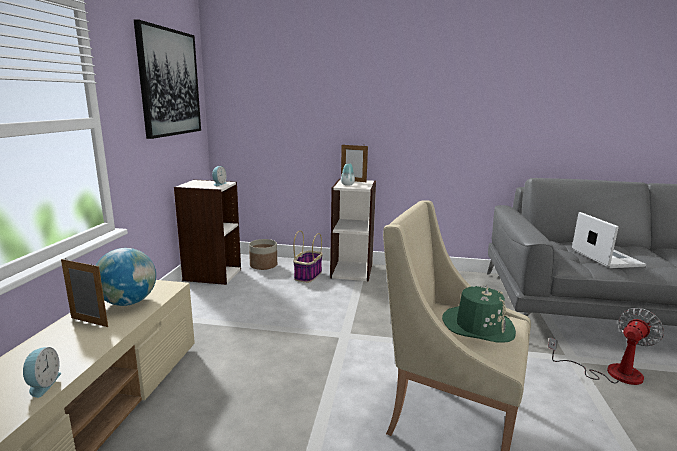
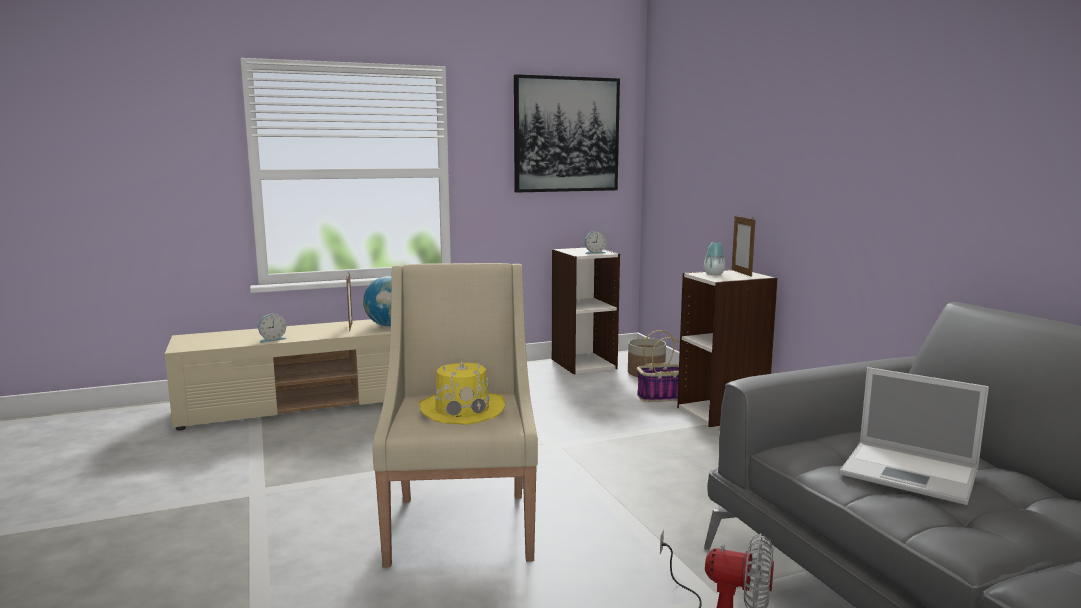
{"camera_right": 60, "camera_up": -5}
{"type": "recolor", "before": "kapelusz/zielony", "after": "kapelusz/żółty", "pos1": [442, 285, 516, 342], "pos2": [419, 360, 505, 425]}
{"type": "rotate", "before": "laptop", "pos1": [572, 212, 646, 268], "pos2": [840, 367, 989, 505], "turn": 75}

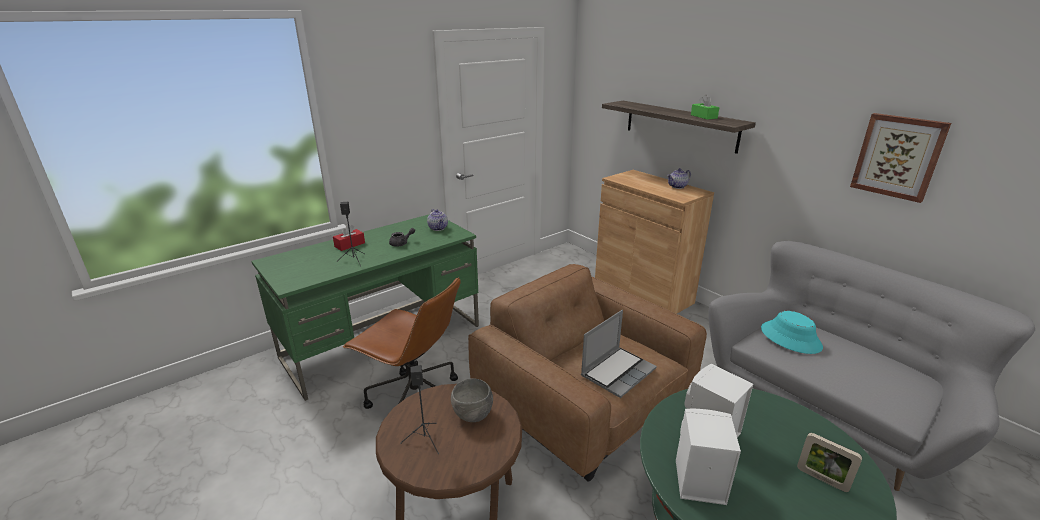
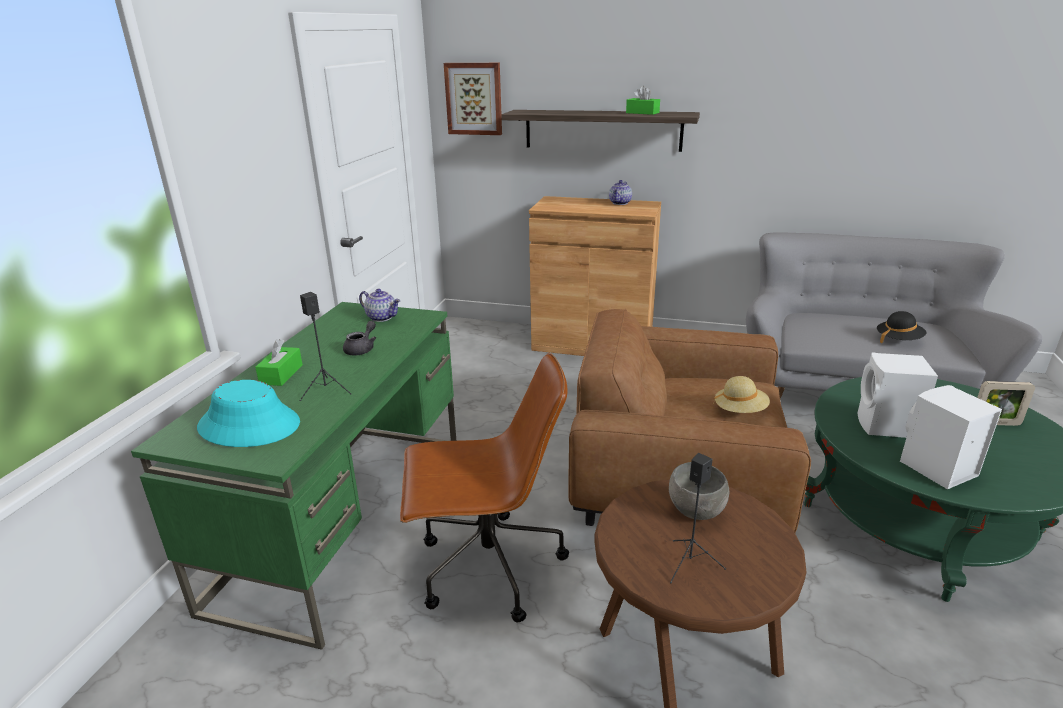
{"camera_right": -35, "camera_up": 0}
{"type": "move", "before": "kapelusz/turkusowy", "pos1": [761, 311, 823, 354], "pos2": [197, 380, 300, 447]}
{"type": "recolor", "before": "pudełko chusteczek/czerwony", "after": "pudełko chusteczek/zielony", "pos1": [333, 224, 365, 251], "pos2": [255, 339, 303, 386]}
{"type": "move", "before": "obraz", "pos1": [850, 113, 951, 203], "pos2": [444, 63, 502, 135]}
{"type": "replace", "before": "laptop", "after": "kapelusz/beżowy", "pos1": [581, 310, 657, 398], "pos2": [713, 376, 770, 413]}
{"type": "insert", "after": "kapelusz/czarny", "pos2": [877, 311, 926, 344]}

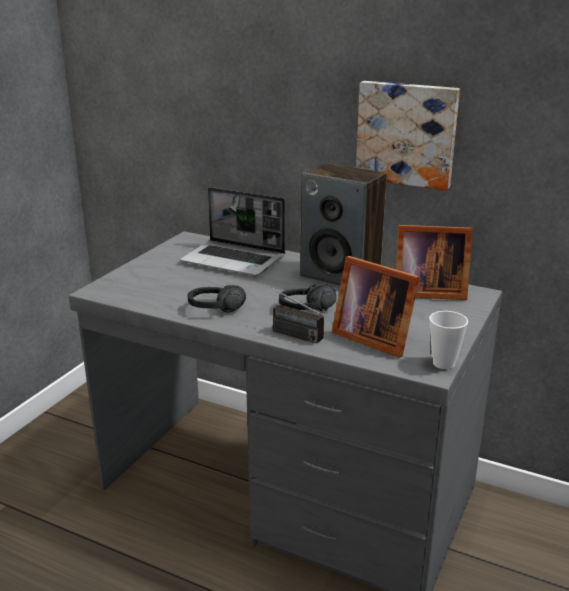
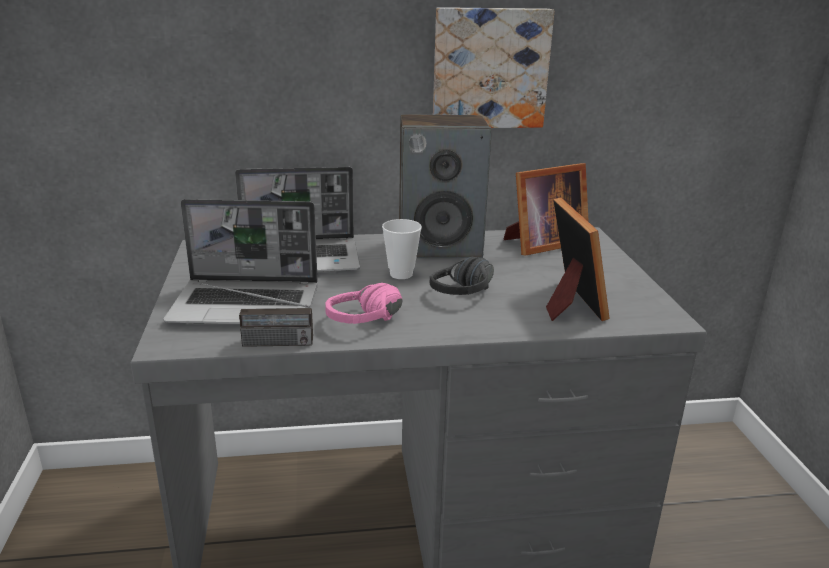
{"camera_right": -35, "camera_up": 0}
{"type": "insert", "after": "laptop", "pos2": [163, 199, 318, 324]}
{"type": "move", "before": "radio", "pos1": [255, 280, 324, 344], "pos2": [200, 283, 313, 347]}
{"type": "recolor", "before": "słuchawki/czarny", "after": "słuchawki/różowy", "pos1": [188, 285, 246, 312], "pos2": [325, 283, 403, 324]}
{"type": "move", "before": "filiżanka", "pos1": [429, 311, 468, 369], "pos2": [382, 219, 422, 279]}
{"type": "rotate", "before": "ramka na zdjęcie", "pos1": [332, 256, 420, 358], "pos2": [546, 197, 610, 321], "turn": -105}

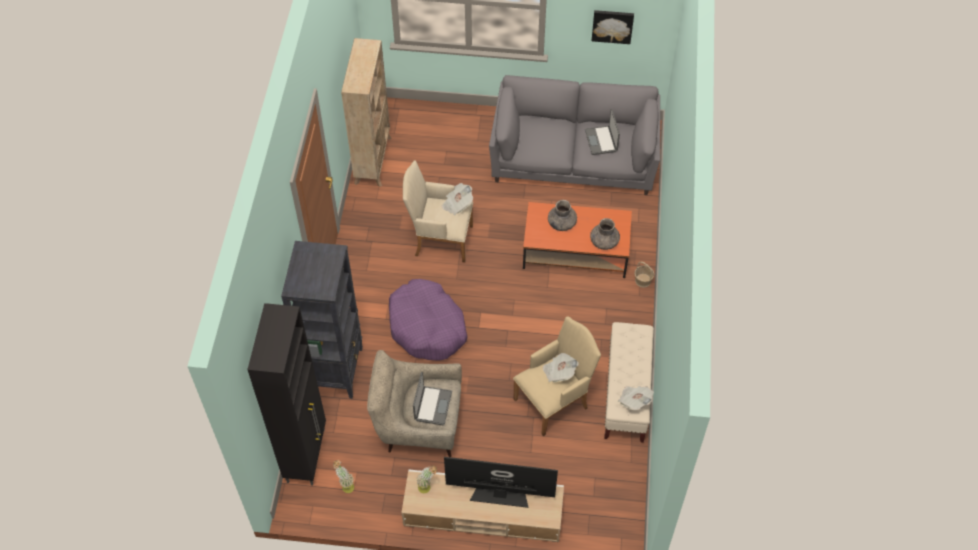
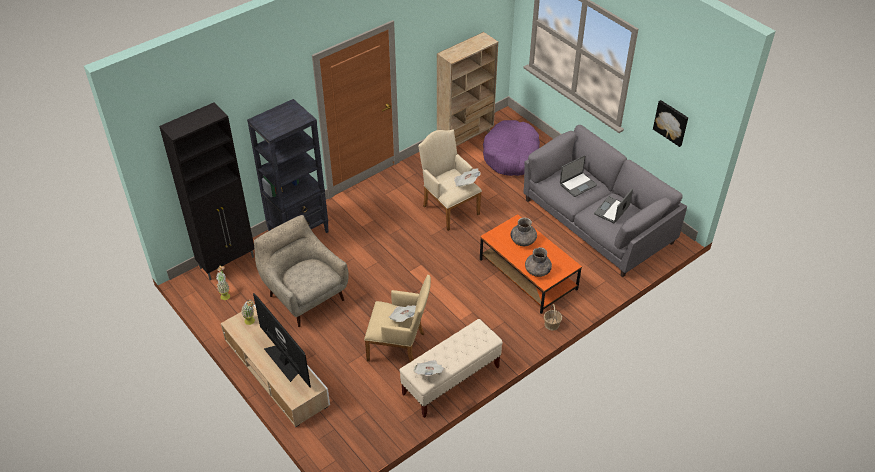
{"camera_right": 45, "camera_up": -10}
{"type": "move", "before": "legowisko/fioletowy", "pos1": [389, 279, 468, 361], "pos2": [483, 120, 540, 176]}
{"type": "move", "before": "laptop", "pos1": [413, 372, 452, 425], "pos2": [560, 155, 597, 197]}

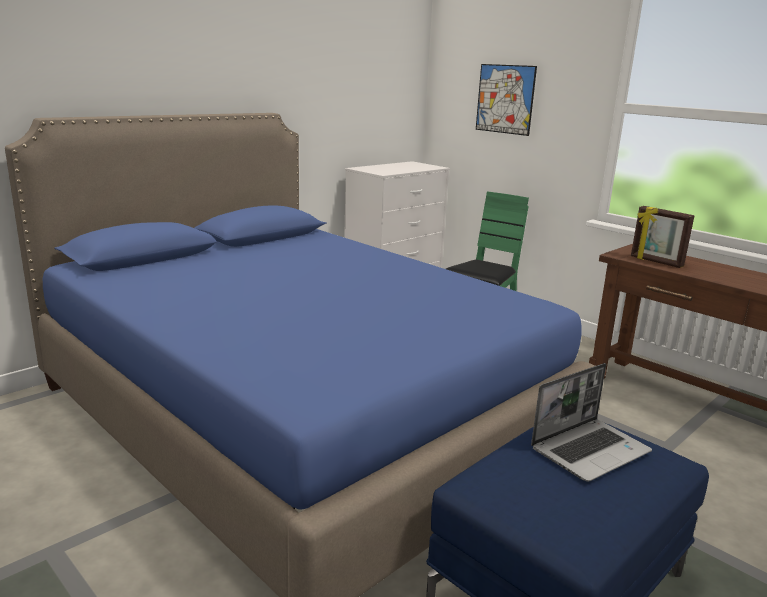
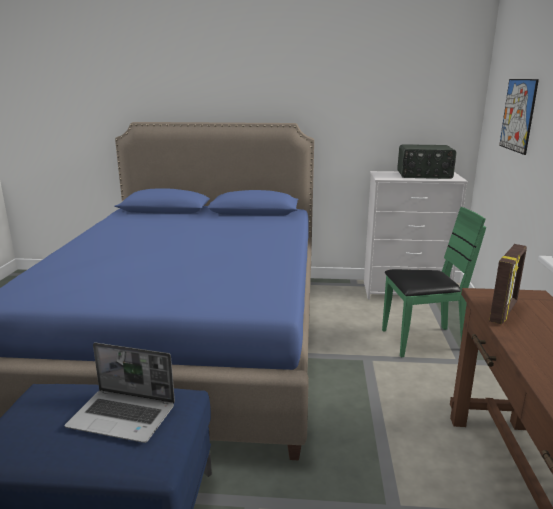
{"camera_right": 50, "camera_up": 0}
{"type": "insert", "after": "radio", "pos2": [397, 144, 456, 179]}
{"type": "rotate", "before": "ramka na zdjęcie", "pos1": [631, 206, 695, 268], "pos2": [489, 244, 527, 324], "turn": -150}

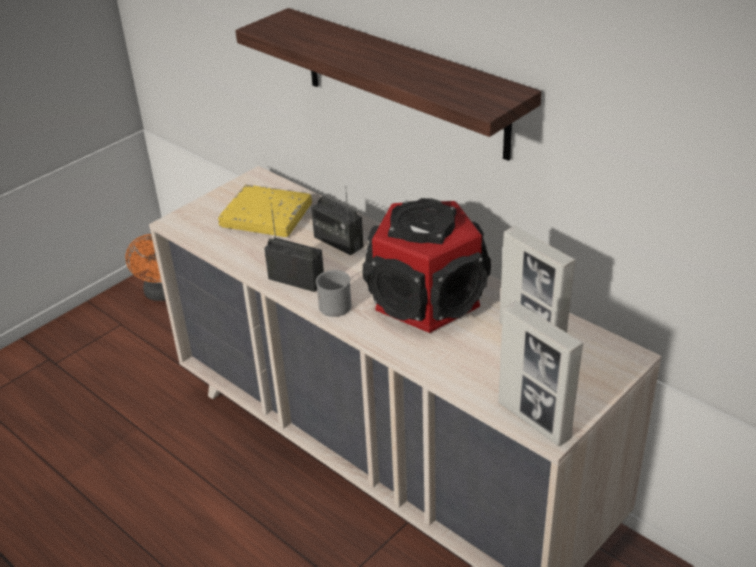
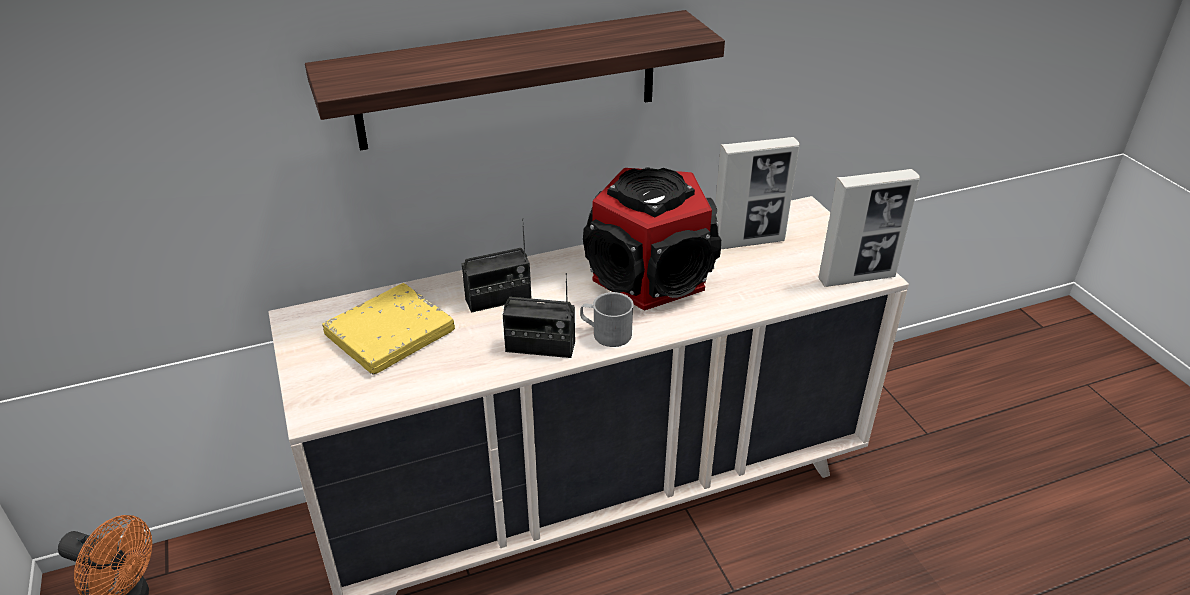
{"camera_right": -65, "camera_up": 0}
{"type": "rotate", "before": "radio", "pos1": [264, 203, 324, 292], "pos2": [503, 273, 575, 358], "turn": -135}

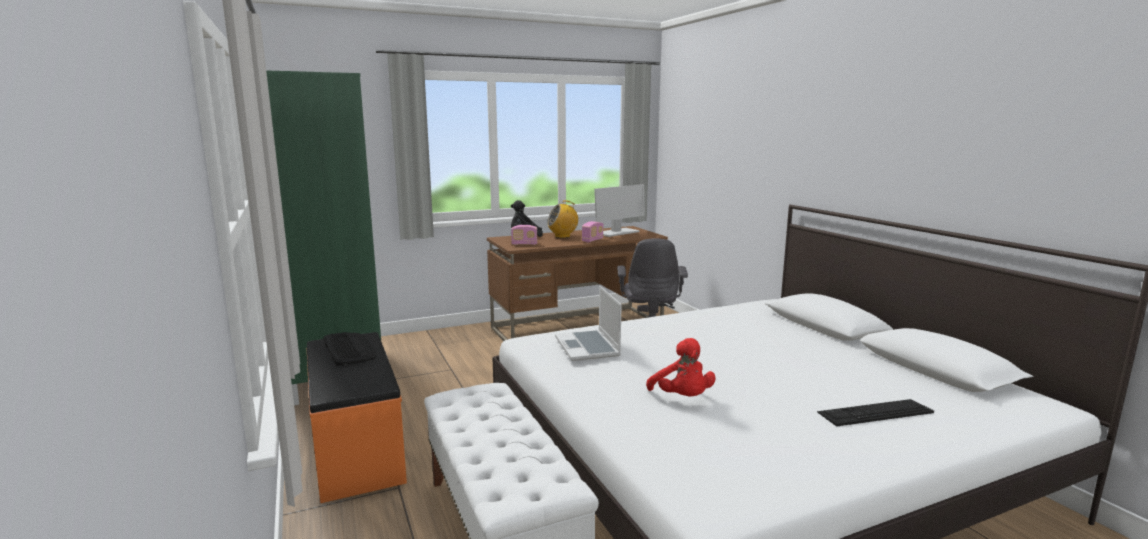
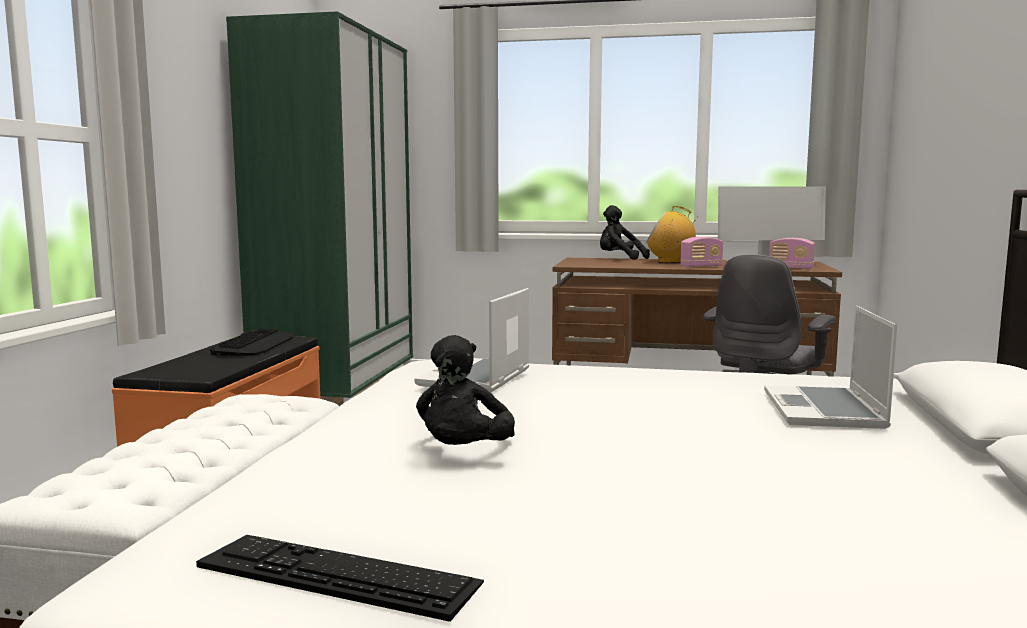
{"camera_right": 35, "camera_up": -5}
{"type": "move", "before": "klawiatura", "pos1": [817, 399, 934, 427], "pos2": [196, 535, 484, 622]}
{"type": "recolor", "before": "pluszak/czerwony", "after": "pluszak/czarny", "pos1": [646, 338, 716, 397], "pos2": [416, 335, 515, 445]}
{"type": "insert", "after": "laptop", "pos2": [764, 305, 897, 429]}
{"type": "move", "before": "radio", "pos1": [511, 225, 537, 245], "pos2": [769, 238, 815, 270]}

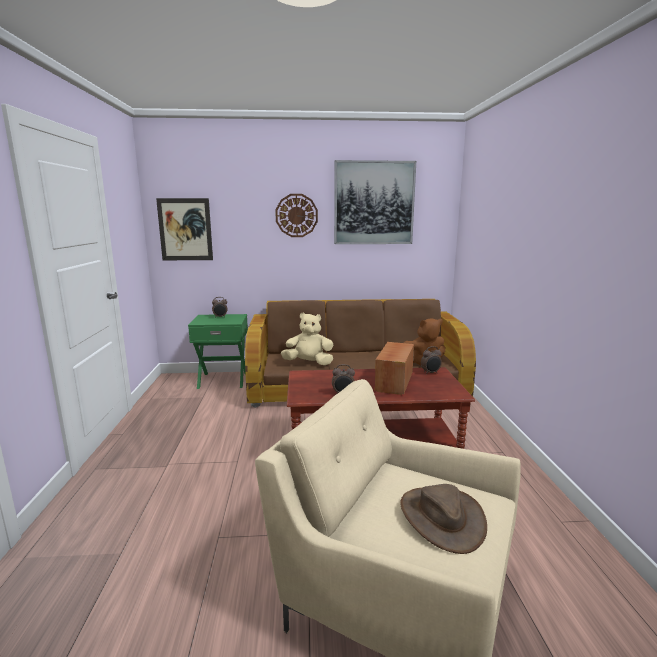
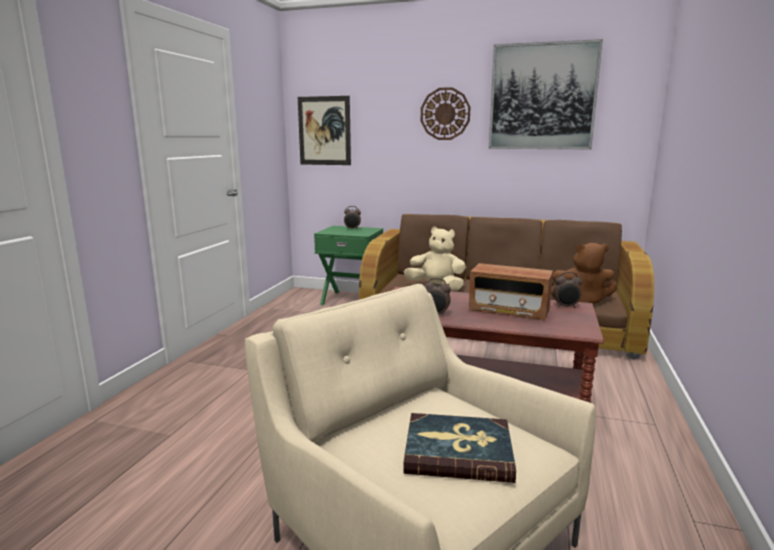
{"camera_right": 20, "camera_up": 0}
{"type": "replace", "before": "kapelusz/brązowy", "after": "książka", "pos1": [400, 484, 487, 554], "pos2": [403, 413, 516, 483]}
{"type": "rotate", "before": "radio", "pos1": [375, 342, 414, 395], "pos2": [469, 263, 553, 320], "turn": -105}

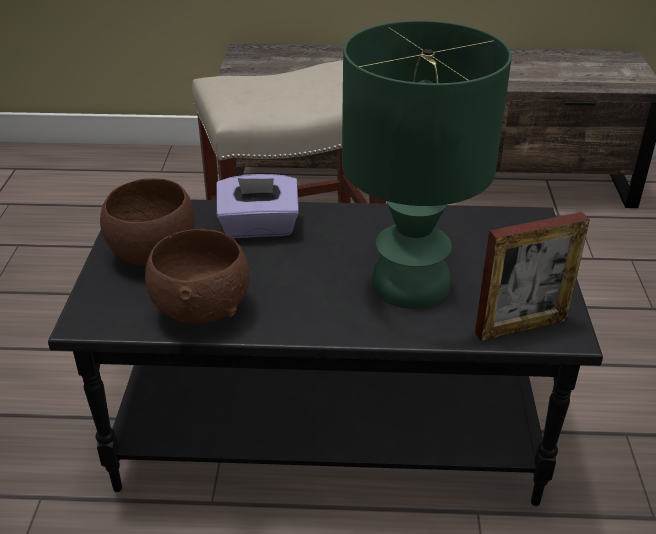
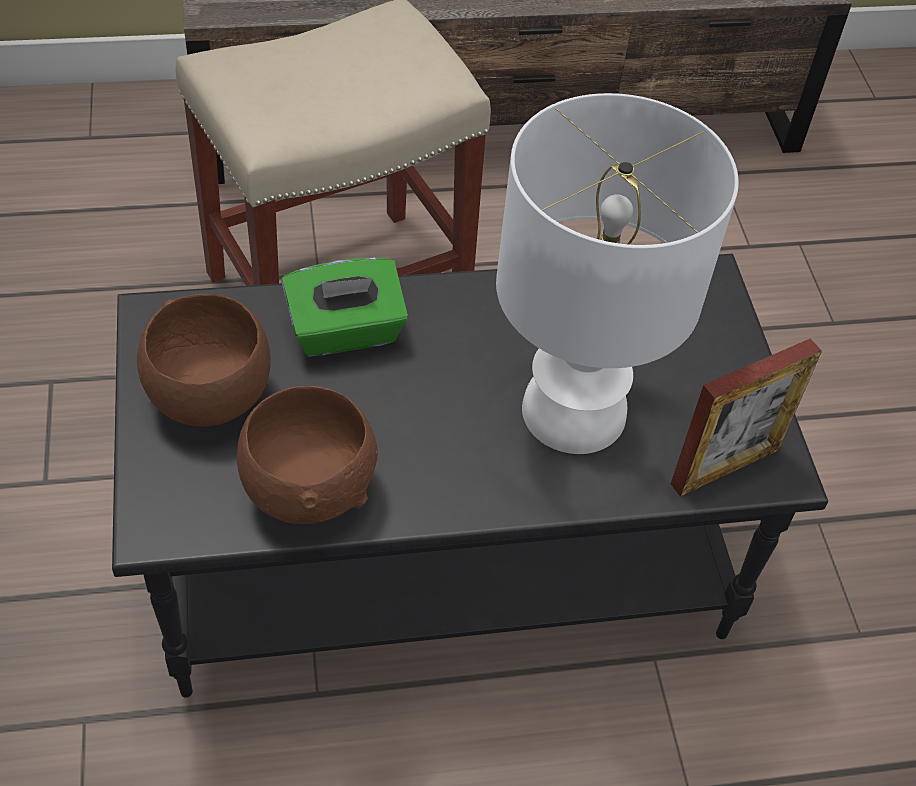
{"camera_right": -15, "camera_up": 15}
{"type": "recolor", "before": "pudełko chusteczek/fioletowy", "after": "pudełko chusteczek/zielony", "pos1": [216, 174, 299, 238], "pos2": [282, 257, 408, 357]}
{"type": "recolor", "before": "lampa stołowa/zielony", "after": "lampa stołowa/biały", "pos1": [342, 21, 512, 309], "pos2": [496, 93, 739, 454]}

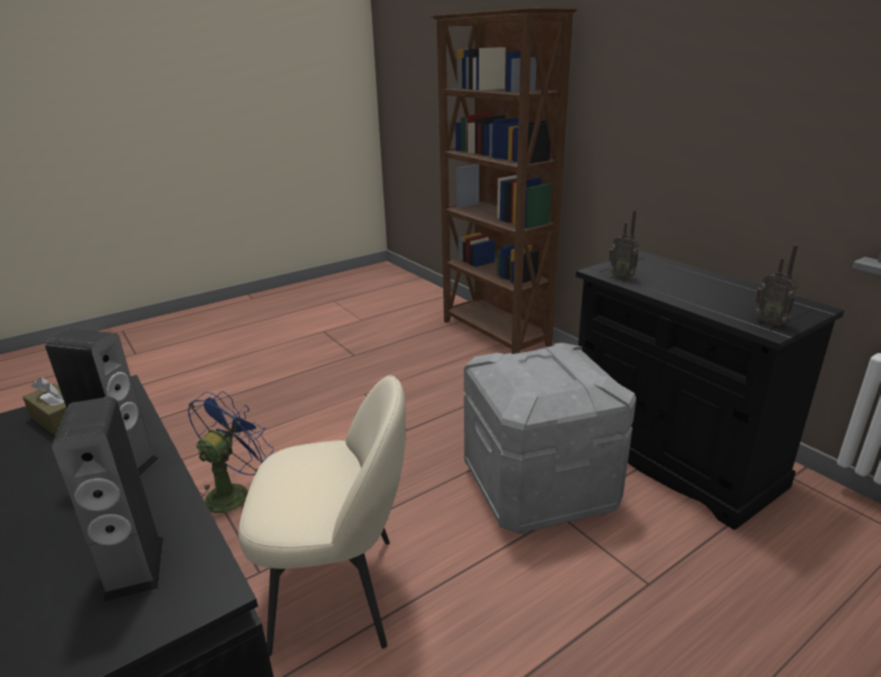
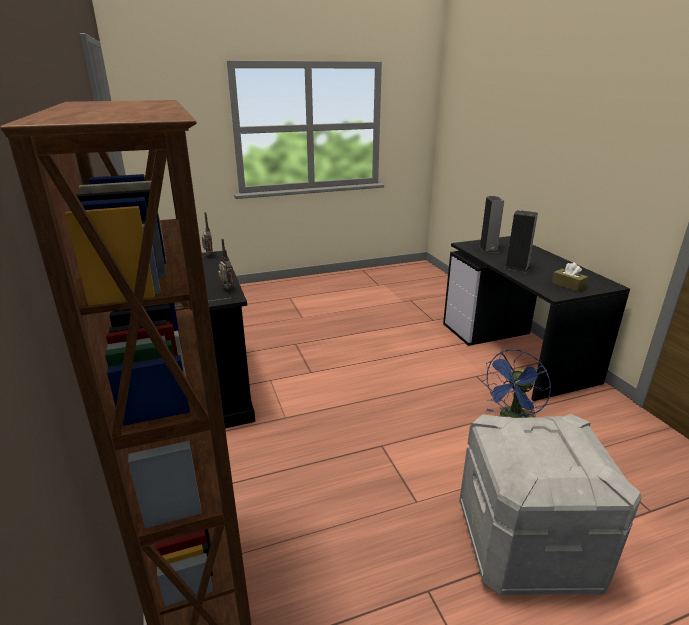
{"camera_right": -165, "camera_up": 0}
{"type": "move", "before": "pojemnik do przechowywania/szary", "pos1": [464, 343, 636, 534], "pos2": [459, 414, 642, 596]}
{"type": "delete", "before": "krzesło/beżowy", "pos1": [238, 375, 406, 656]}

